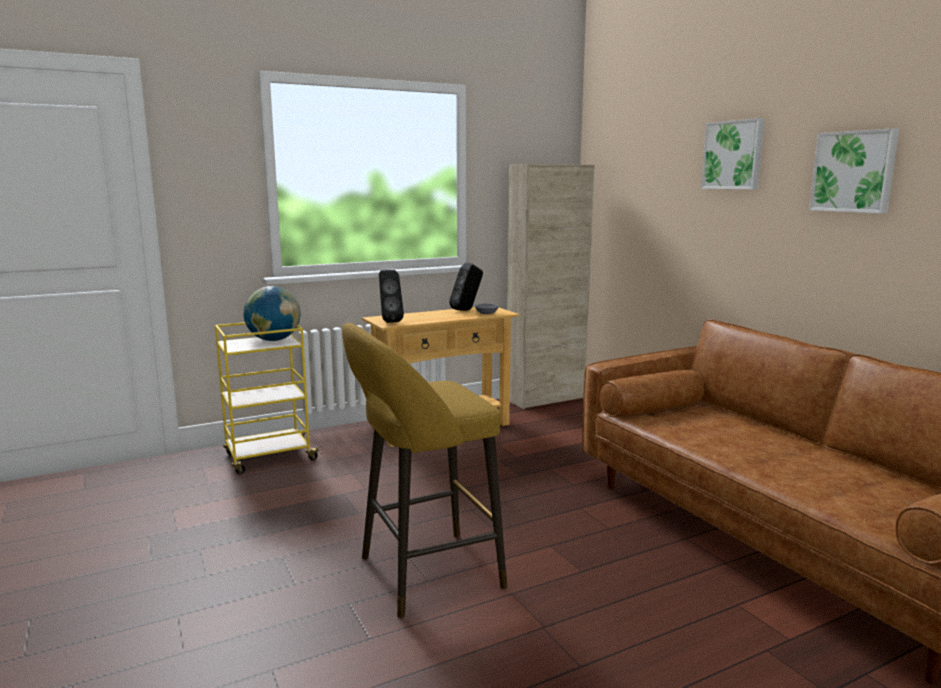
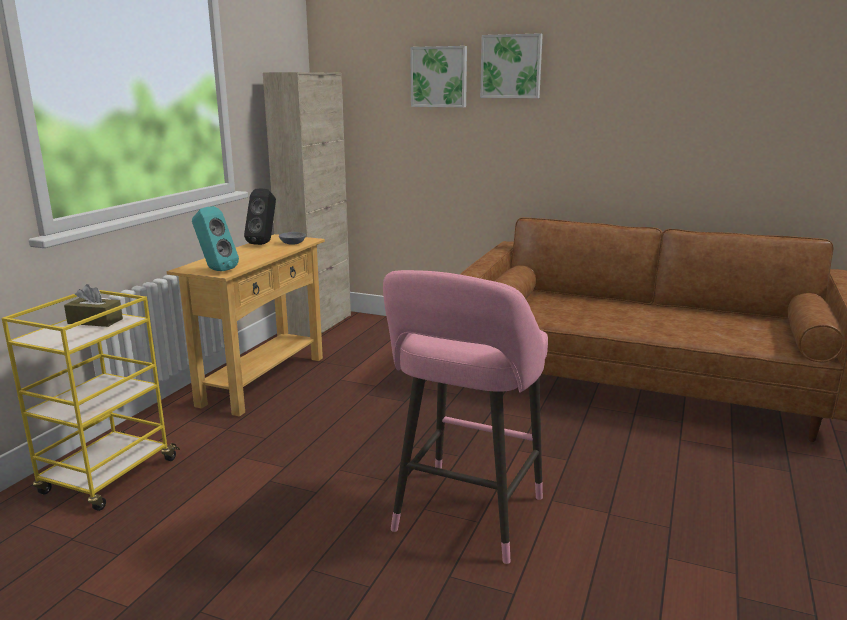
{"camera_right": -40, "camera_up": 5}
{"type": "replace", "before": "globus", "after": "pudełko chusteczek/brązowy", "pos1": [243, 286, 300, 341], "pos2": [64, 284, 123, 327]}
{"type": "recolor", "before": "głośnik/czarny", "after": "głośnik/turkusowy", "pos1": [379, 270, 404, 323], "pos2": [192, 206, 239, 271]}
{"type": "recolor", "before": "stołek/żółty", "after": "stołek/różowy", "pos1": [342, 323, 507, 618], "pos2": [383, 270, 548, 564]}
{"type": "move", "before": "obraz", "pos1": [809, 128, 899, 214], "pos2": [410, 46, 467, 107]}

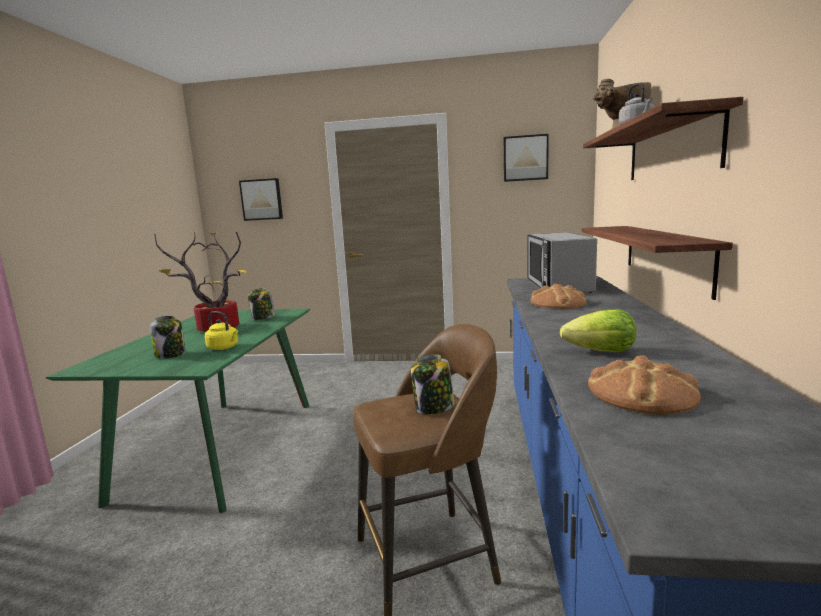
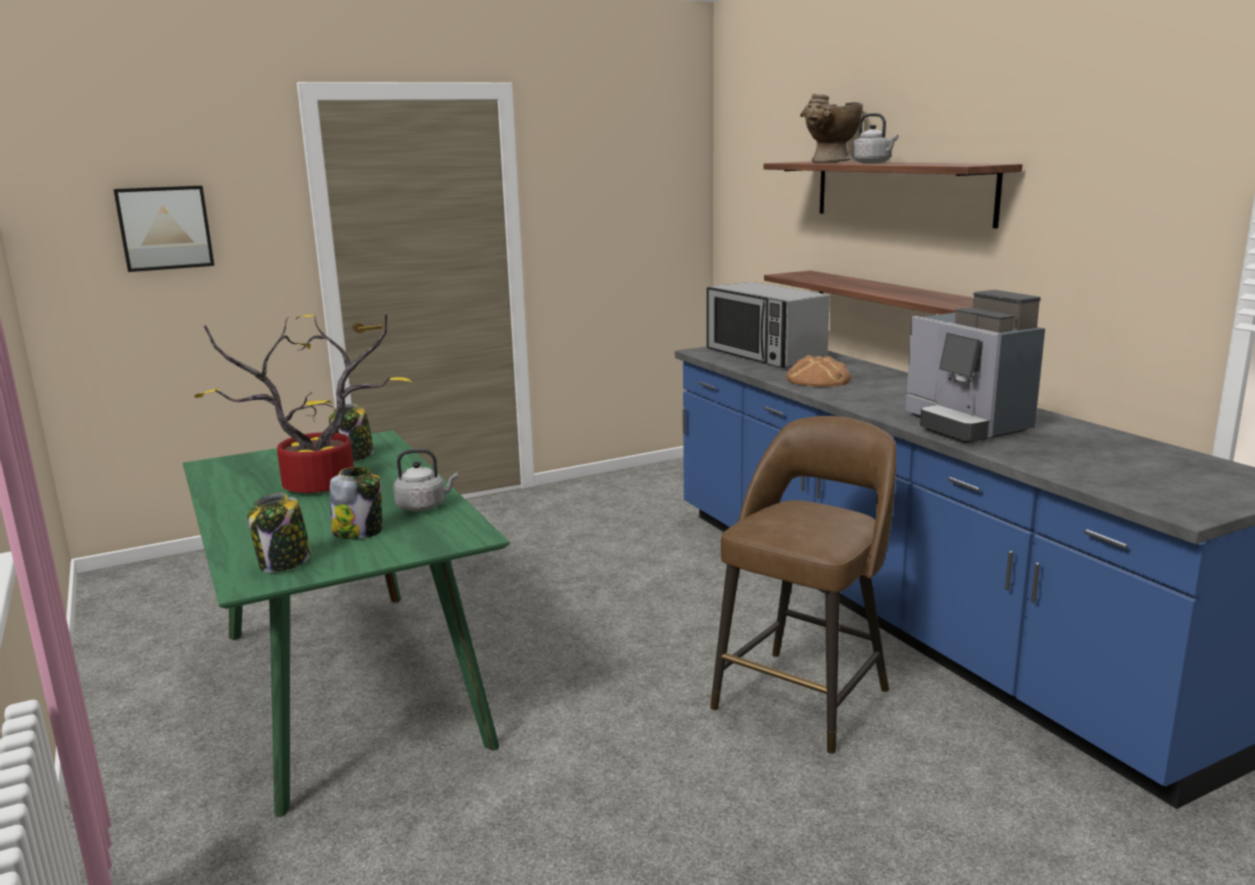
{"camera_right": -35, "camera_up": 5}
{"type": "move", "before": "słoik", "pos1": [411, 354, 454, 414], "pos2": [247, 493, 312, 573]}
{"type": "recolor", "before": "czajnik/żółty", "after": "czajnik/szary", "pos1": [205, 311, 238, 350], "pos2": [393, 449, 458, 511]}
{"type": "replace", "before": "sałata", "after": "ekspres do kawy", "pos1": [560, 309, 637, 352], "pos2": [906, 290, 1045, 443]}
{"type": "delete", "before": "obraz", "pos1": [504, 134, 549, 182]}
{"type": "delete", "before": "chleb", "pos1": [588, 355, 701, 415]}

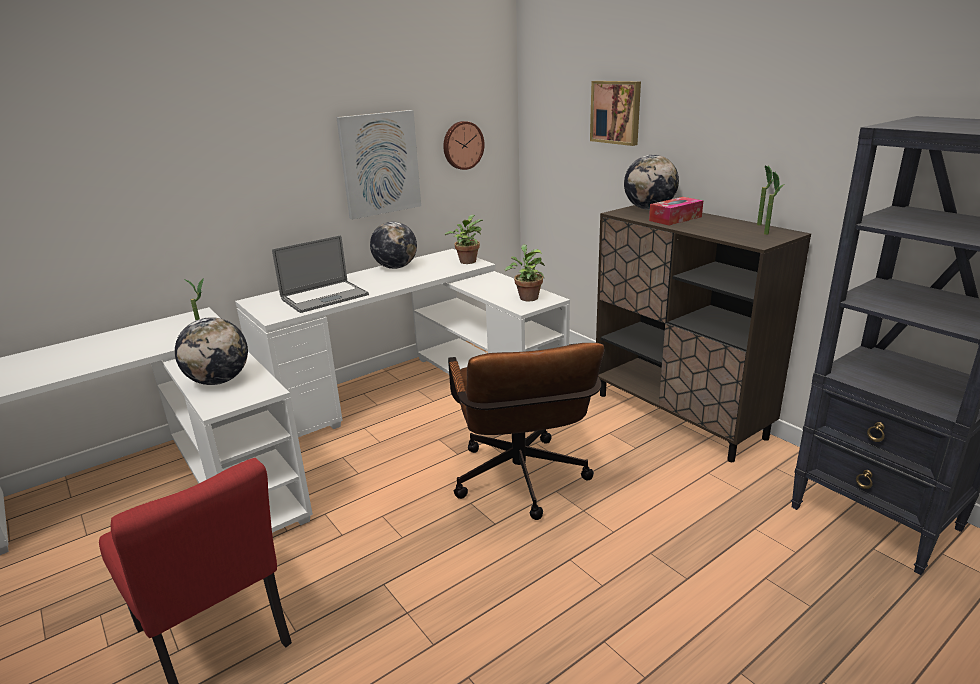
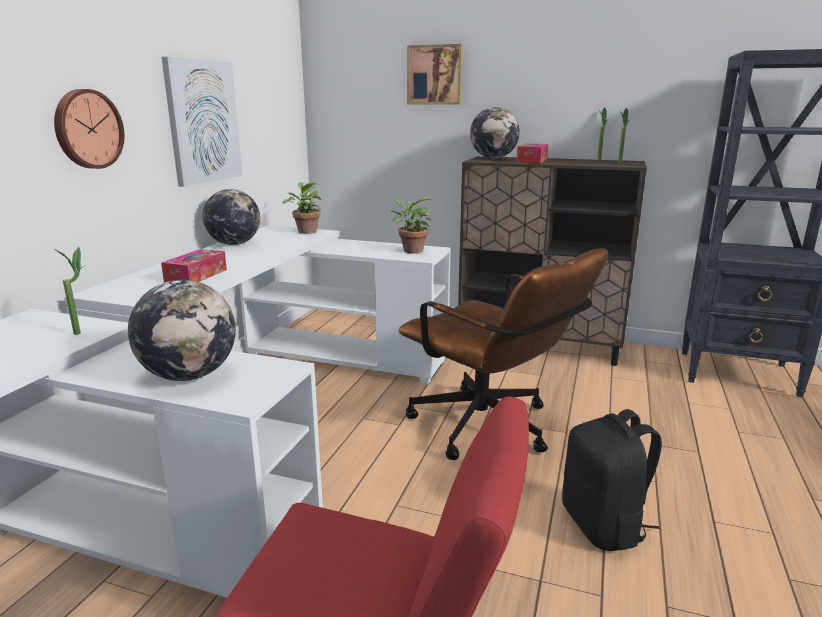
{"camera_right": -35, "camera_up": -5}
{"type": "move", "before": "zegar ścienny", "pos1": [443, 121, 484, 170], "pos2": [54, 89, 124, 169]}
{"type": "replace", "before": "laptop", "after": "pudełko chusteczek", "pos1": [272, 235, 369, 313], "pos2": [161, 249, 227, 283]}
{"type": "insert", "after": "plecak/czarny", "pos2": [562, 409, 662, 551]}

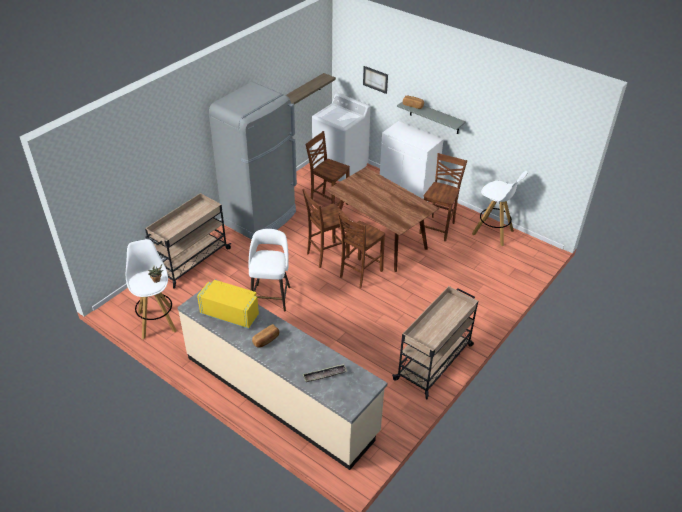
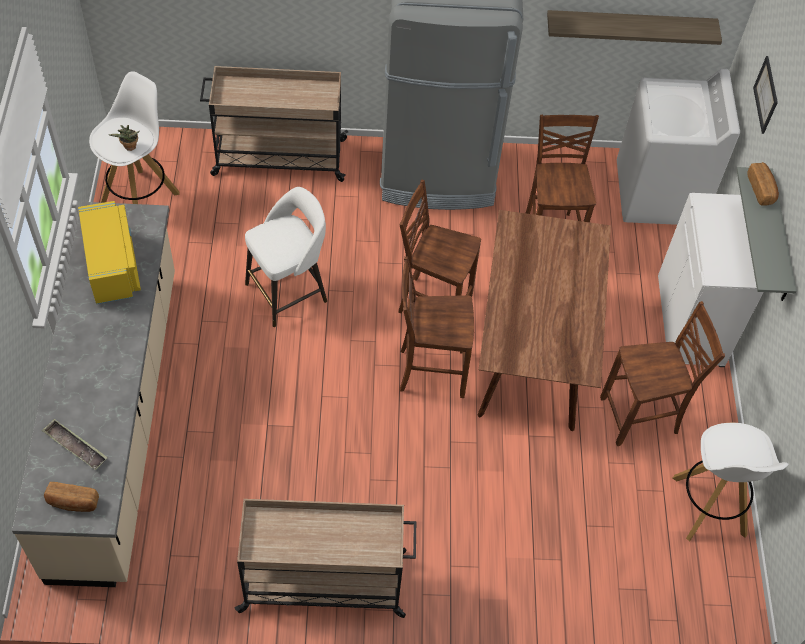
{"camera_right": 50, "camera_up": 15}
{"type": "move", "before": "chleb", "pos1": [252, 324, 279, 348], "pos2": [44, 482, 99, 512]}

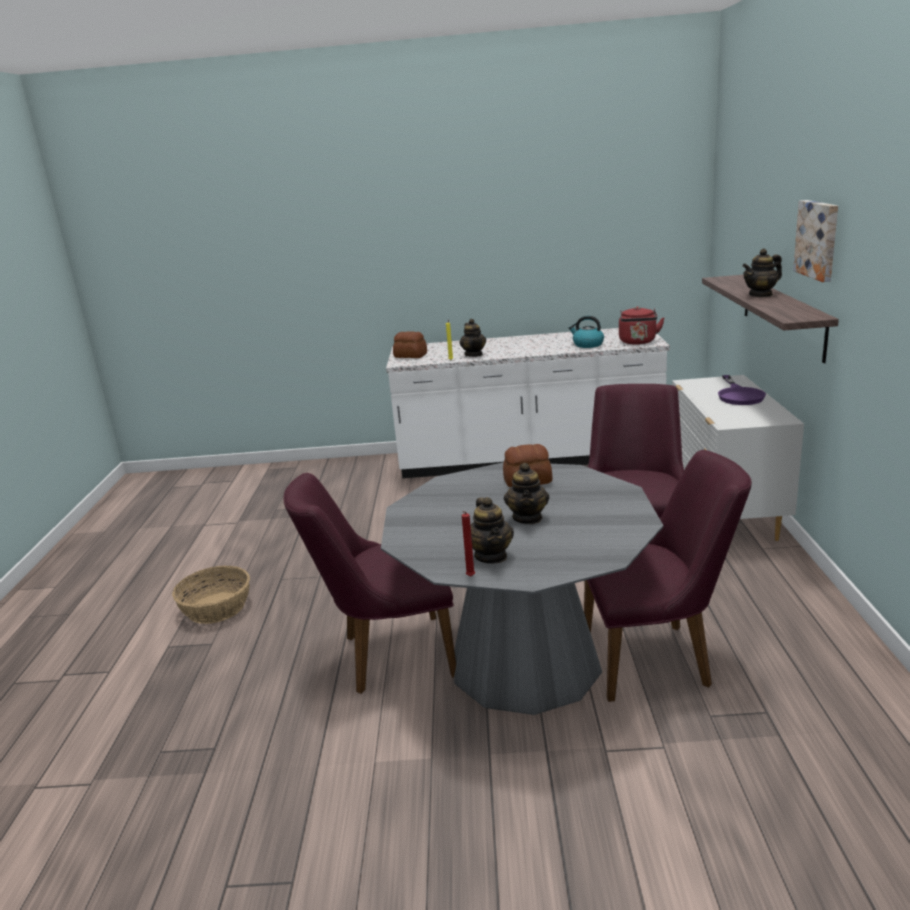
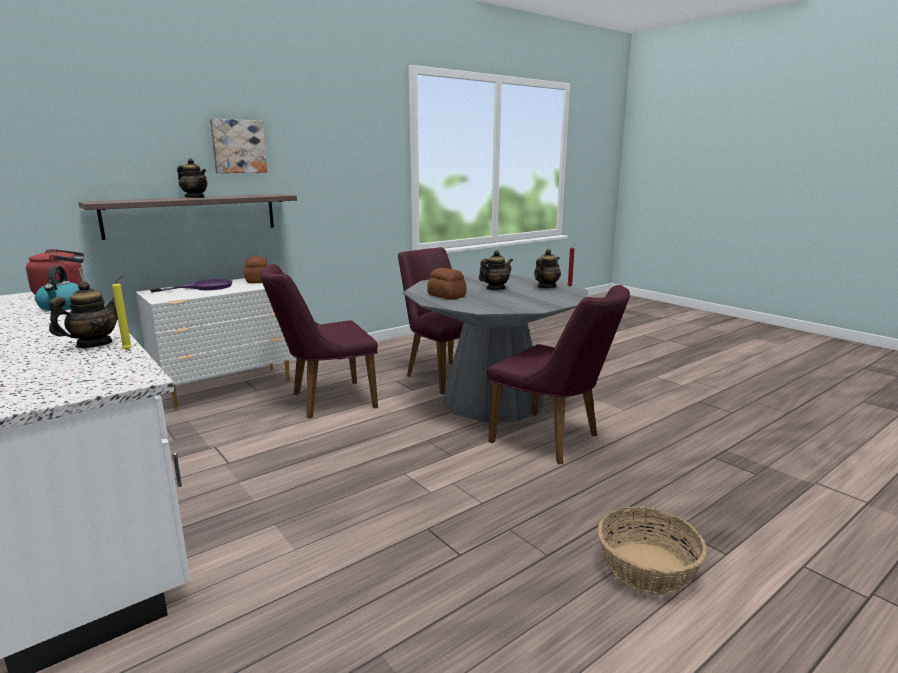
{"camera_right": -130, "camera_up": -5}
{"type": "move", "before": "chleb", "pos1": [393, 332, 427, 358], "pos2": [244, 256, 268, 283]}

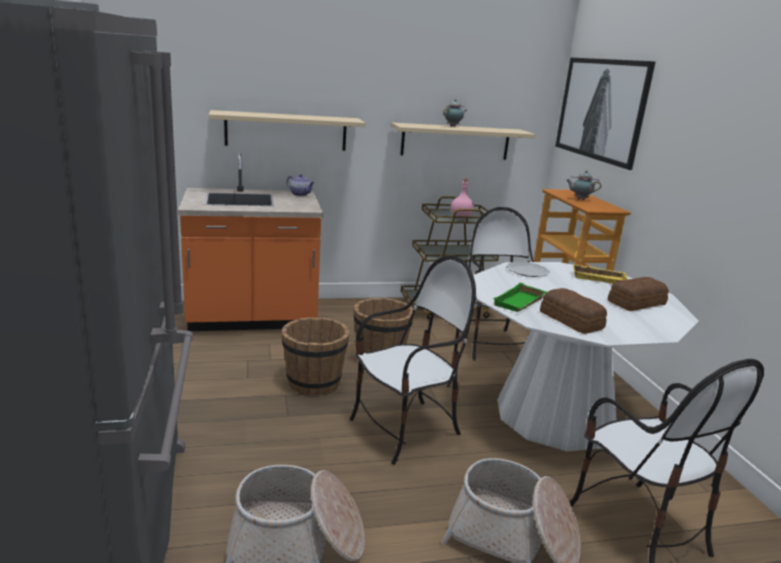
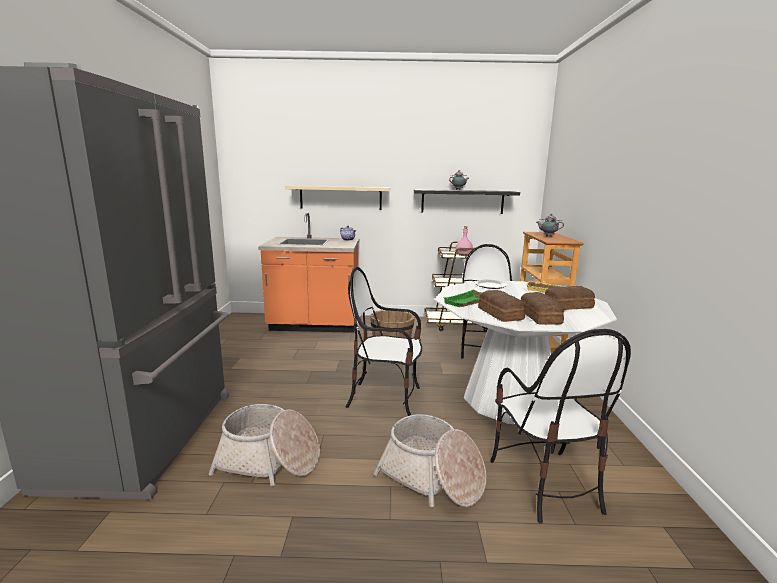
{"camera_right": 15, "camera_up": -5}
{"type": "rotate", "before": "krzesło", "pos1": [350, 255, 476, 465], "pos2": [346, 267, 422, 416], "turn": -150}
{"type": "recolor", "before": "półka/beżowy", "after": "półka/czarny", "pos1": [391, 122, 536, 160], "pos2": [414, 189, 520, 214]}
{"type": "insert", "after": "chleb", "pos2": [521, 292, 564, 325]}
{"type": "delete", "before": "wiadro/brązowy", "pos1": [281, 317, 349, 395]}
{"type": "delete", "before": "obraz", "pos1": [555, 58, 655, 170]}

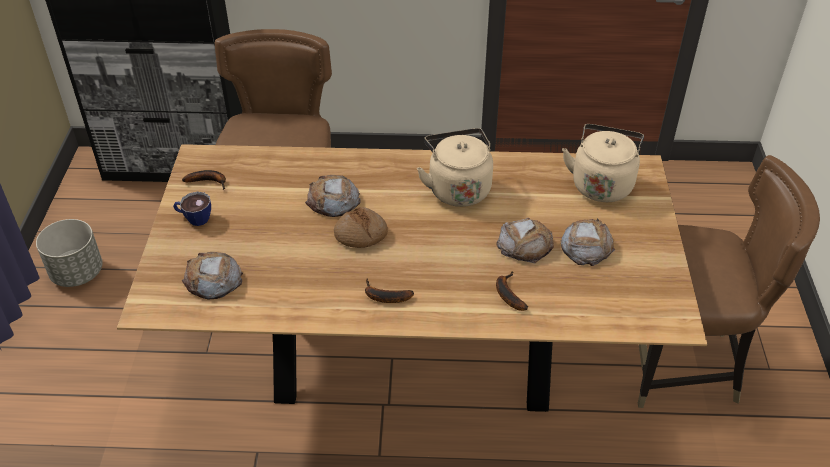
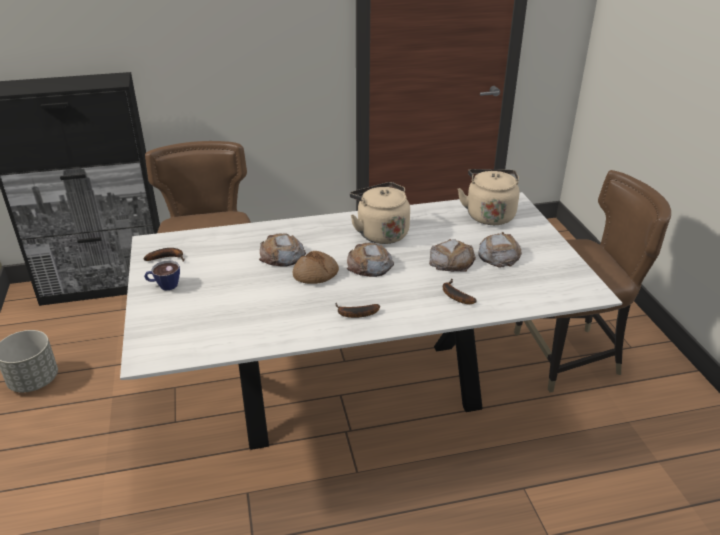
{"camera_right": -15, "camera_up": -10}
{"type": "recolor", "before": "stół jadalny/brązowy", "after": "stół jadalny/biały", "pos1": [117, 144, 707, 412], "pos2": [120, 192, 622, 450]}
{"type": "move", "before": "chleb", "pos1": [182, 252, 243, 299], "pos2": [347, 243, 394, 277]}

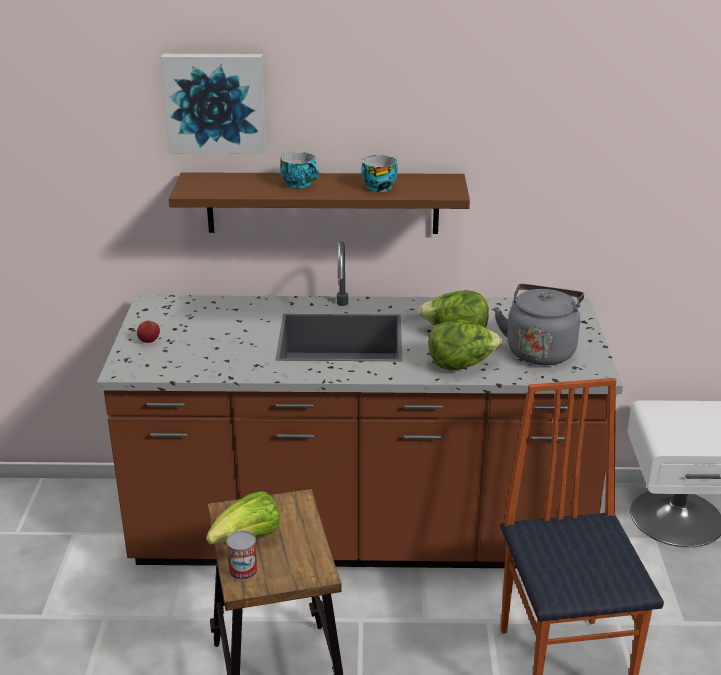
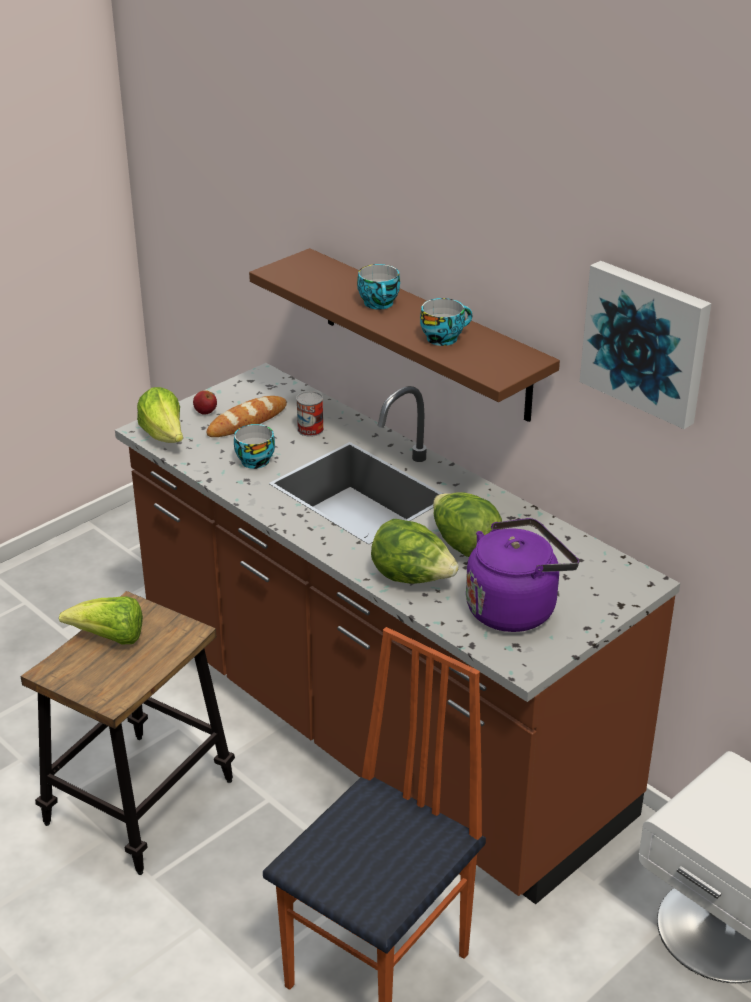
{"camera_right": 45, "camera_up": 5}
{"type": "insert", "after": "sałata", "pos2": [137, 387, 183, 443]}
{"type": "insert", "after": "chleb", "pos2": [207, 396, 287, 437]}
{"type": "insert", "after": "filiżanka", "pos2": [234, 424, 275, 469]}
{"type": "move", "before": "puszka", "pos1": [227, 531, 258, 581], "pos2": [296, 391, 324, 437]}
{"type": "recolor", "before": "czajnik/szary", "after": "czajnik/fioletowy", "pos1": [494, 284, 584, 365], "pos2": [466, 518, 579, 632]}
{"type": "move", "before": "obraz", "pos1": [161, 54, 267, 154], "pos2": [580, 261, 711, 429]}

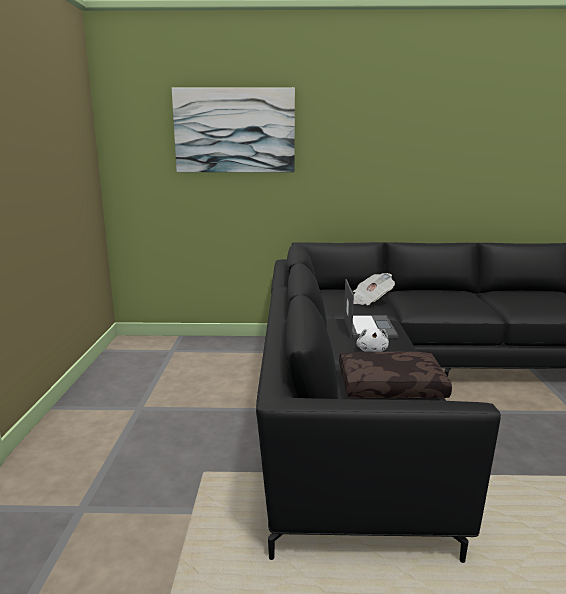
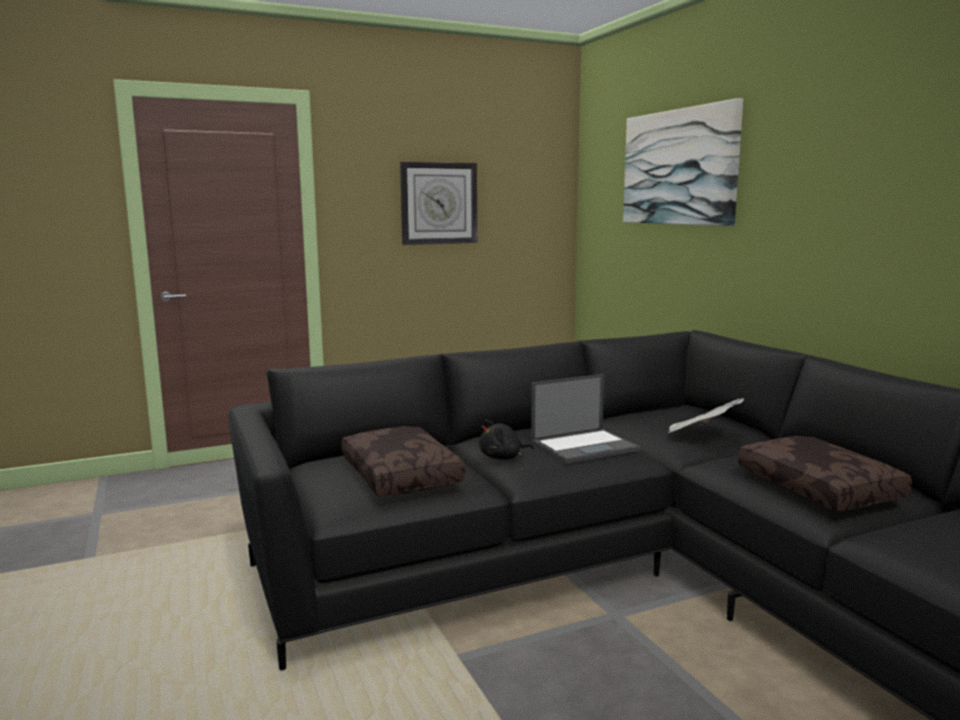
{"camera_right": 65, "camera_up": -5}
{"type": "insert", "after": "zegar ścienny", "pos2": [400, 162, 477, 245]}
{"type": "recolor", "before": "pluszak/biały", "after": "pluszak/czarny", "pos1": [356, 327, 389, 352], "pos2": [479, 419, 534, 460]}
{"type": "insert", "after": "poduszka/brązowy", "pos2": [738, 436, 912, 511]}

